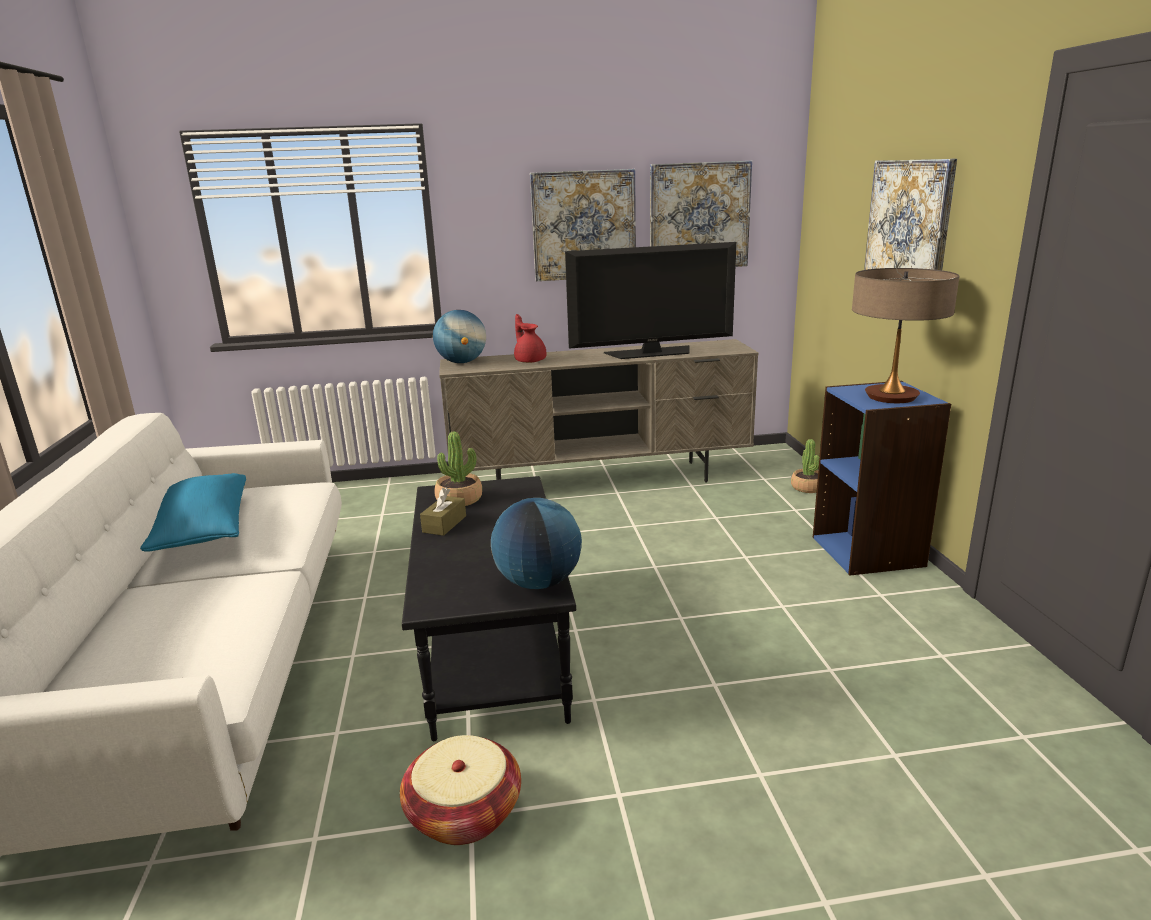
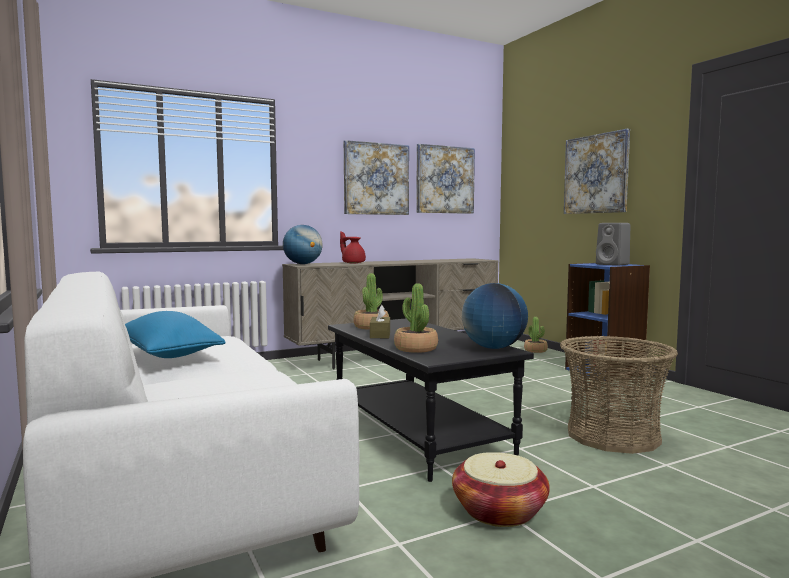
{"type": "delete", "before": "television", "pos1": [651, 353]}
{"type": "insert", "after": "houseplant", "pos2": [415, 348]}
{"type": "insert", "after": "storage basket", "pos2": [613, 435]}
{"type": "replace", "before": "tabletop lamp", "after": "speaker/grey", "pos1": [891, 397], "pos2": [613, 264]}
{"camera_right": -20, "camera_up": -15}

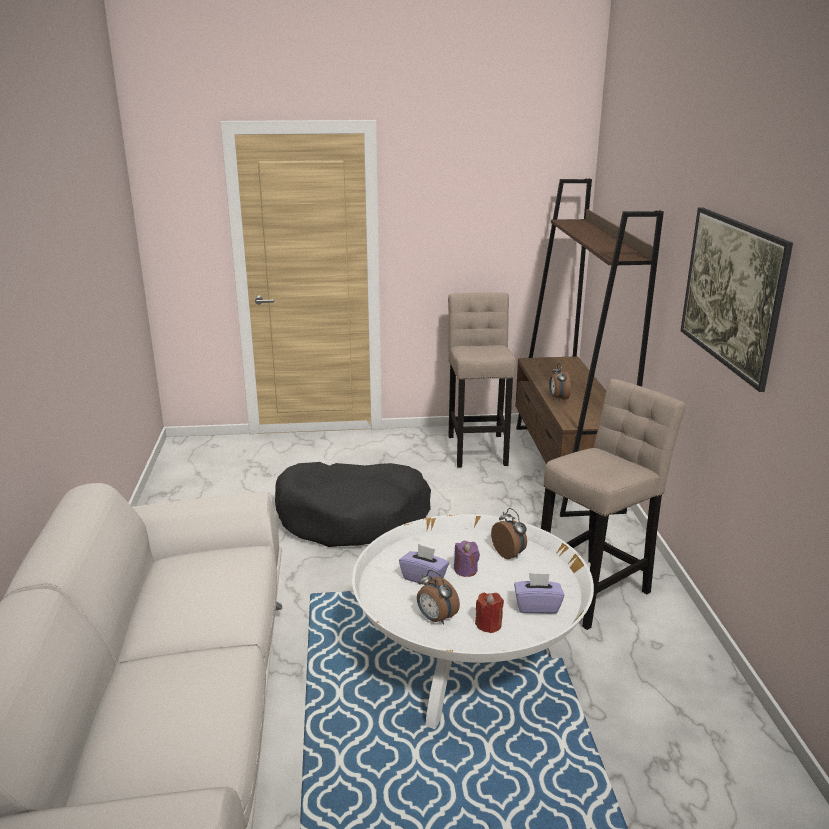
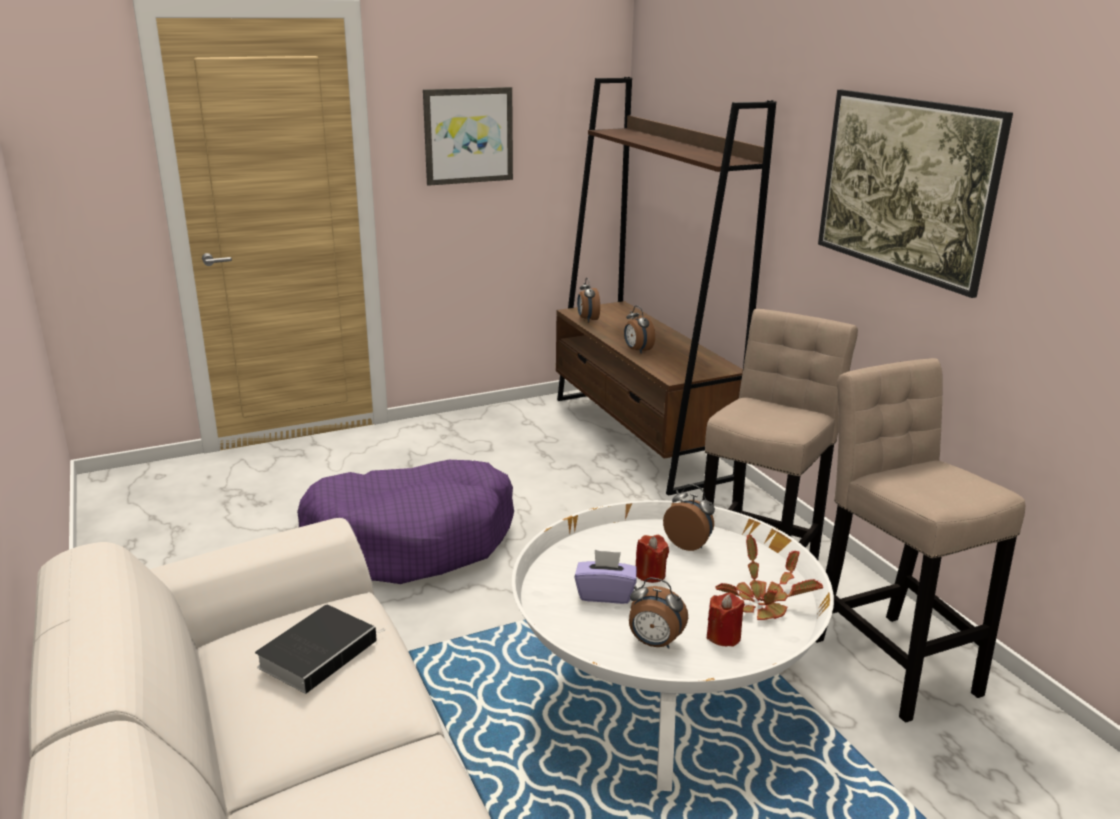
{"type": "insert", "after": "bound book", "pos2": [319, 651]}
{"type": "insert", "after": "wall picture", "pos2": [468, 135]}
{"type": "insert", "after": "table clock", "pos2": [587, 319]}
{"type": "move", "before": "stool/beige-coloured", "pos1": [478, 448], "pos2": [889, 659]}
{"type": "replace", "before": "tissue holder/purple", "after": "houseplant", "pos1": [537, 606], "pos2": [764, 601]}
{"type": "recolor", "before": "dog bed/blackish", "after": "dog bed/purple", "pos1": [353, 517], "pos2": [412, 540]}
{"type": "recolor", "before": "wax candle/purple", "after": "wax candle/reddish", "pos1": [465, 570], "pos2": [650, 574]}
{"camera_right": -20, "camera_up": 0}

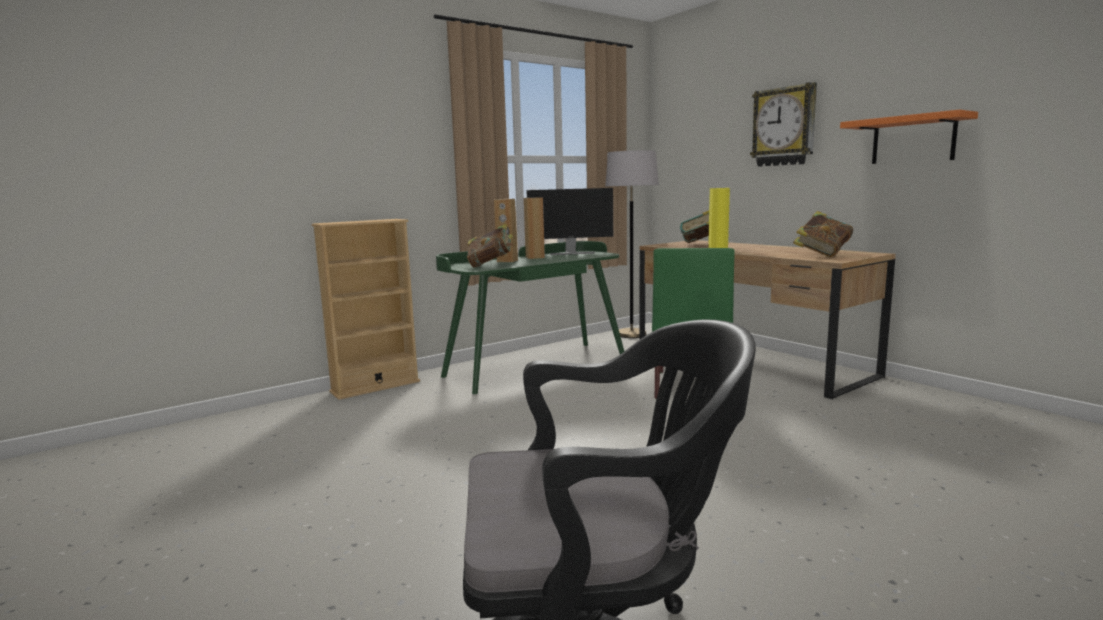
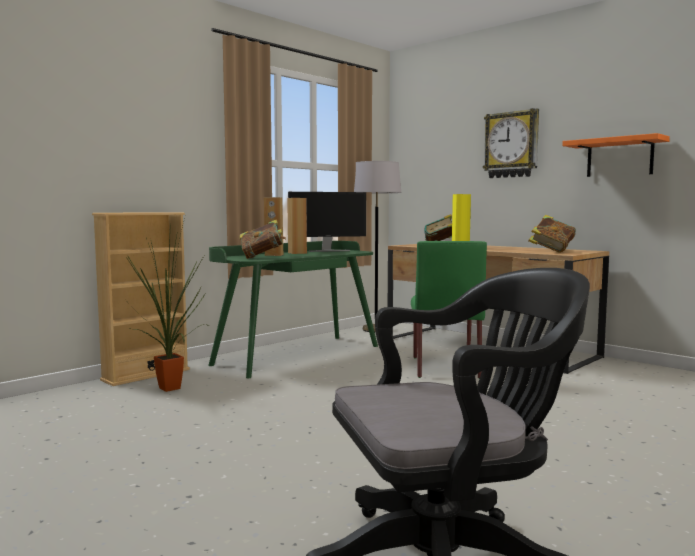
{"type": "insert", "after": "houseplant", "pos2": [170, 389]}
{"camera_right": -10, "camera_up": -5}

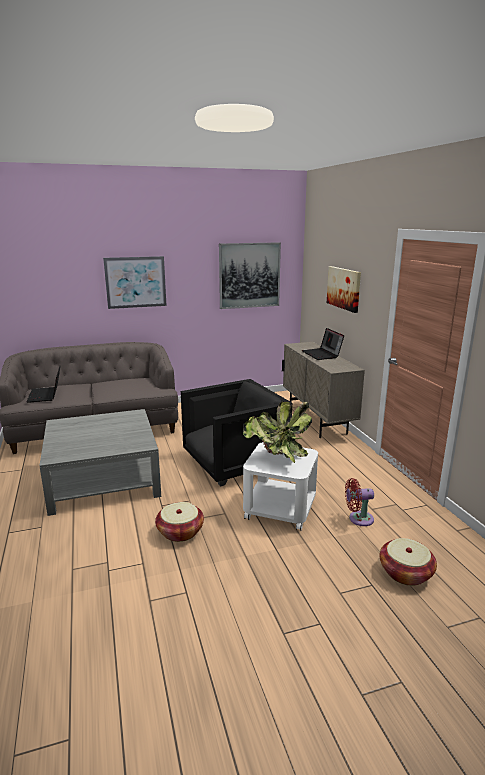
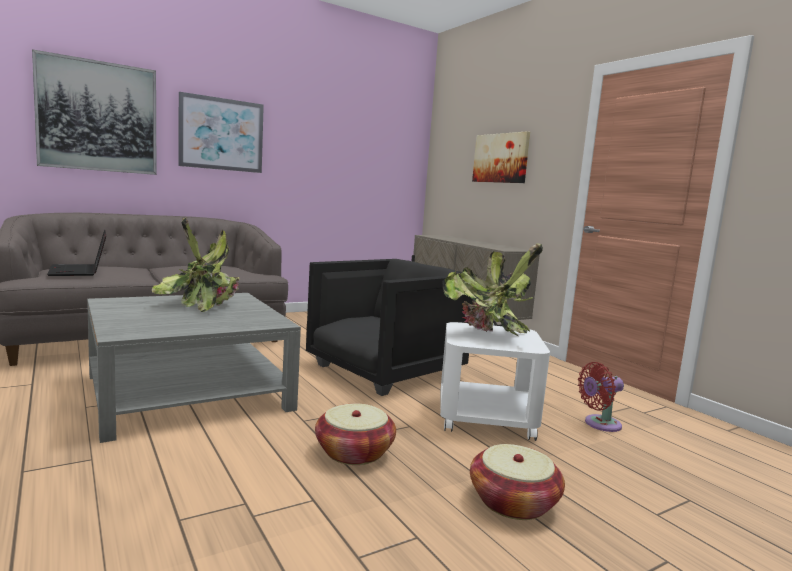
{"type": "delete", "before": "notebook computer", "pos1": [322, 354]}
{"type": "insert", "after": "houseplant", "pos2": [202, 305]}
{"type": "move", "before": "wall picture", "pos1": [249, 275], "pos2": [98, 116]}
{"type": "move", "before": "storage basket", "pos1": [405, 573], "pos2": [513, 502]}
{"camera_right": -15, "camera_up": -10}

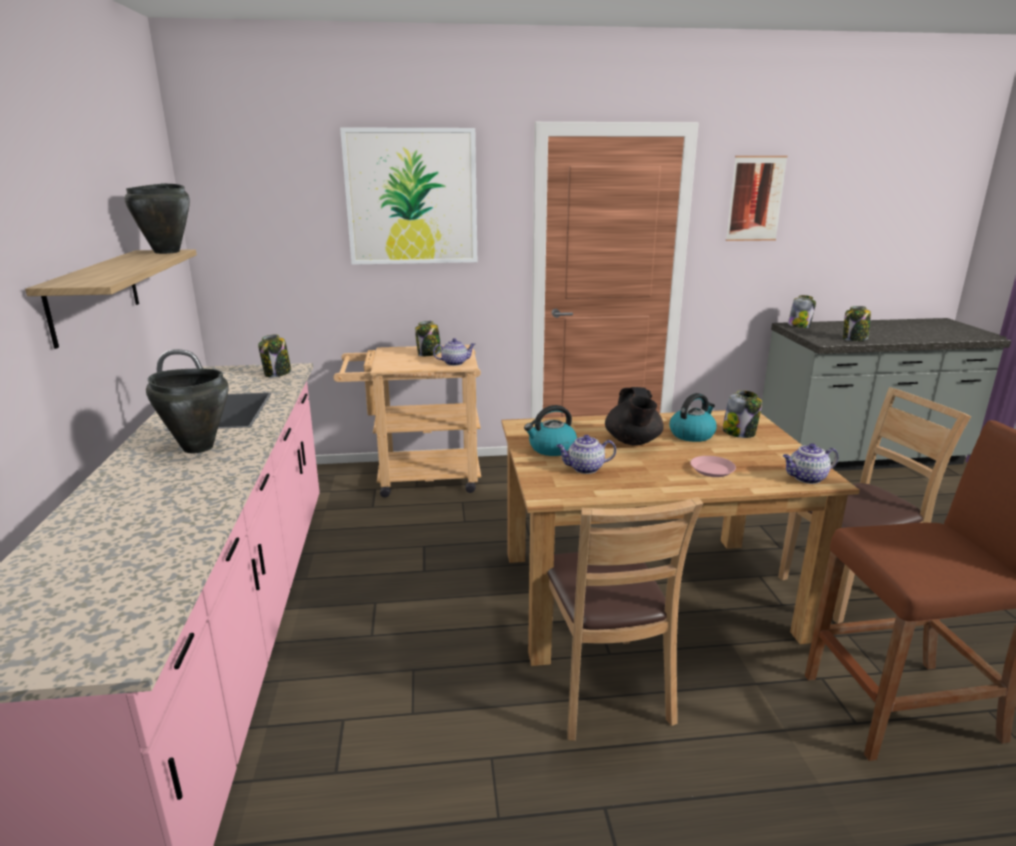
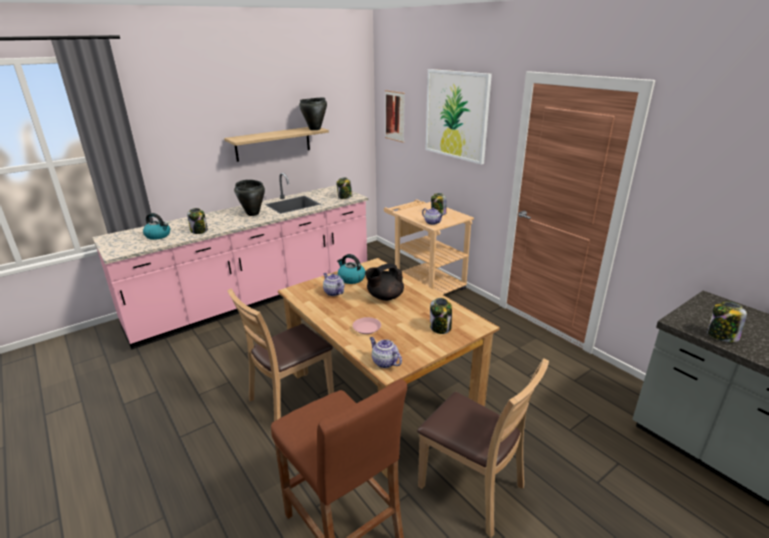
{"type": "move", "before": "tea kettle", "pos1": [692, 434], "pos2": [158, 235]}
{"type": "move", "before": "wall picture", "pos1": [755, 199], "pos2": [394, 116]}
{"type": "move", "before": "jar", "pos1": [799, 326], "pos2": [199, 231]}
{"camera_right": 60, "camera_up": 5}

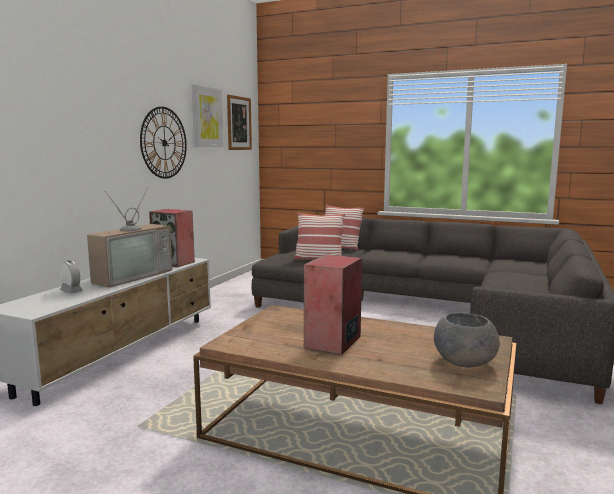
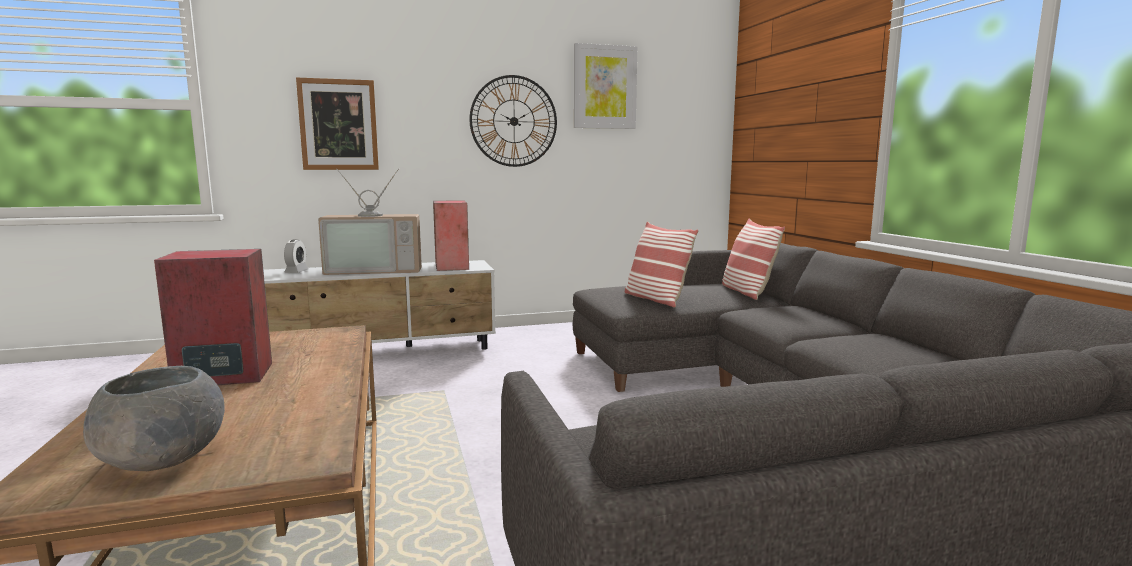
{"type": "move", "before": "wall picture", "pos1": [239, 123], "pos2": [338, 125]}
{"camera_right": 50, "camera_up": 0}

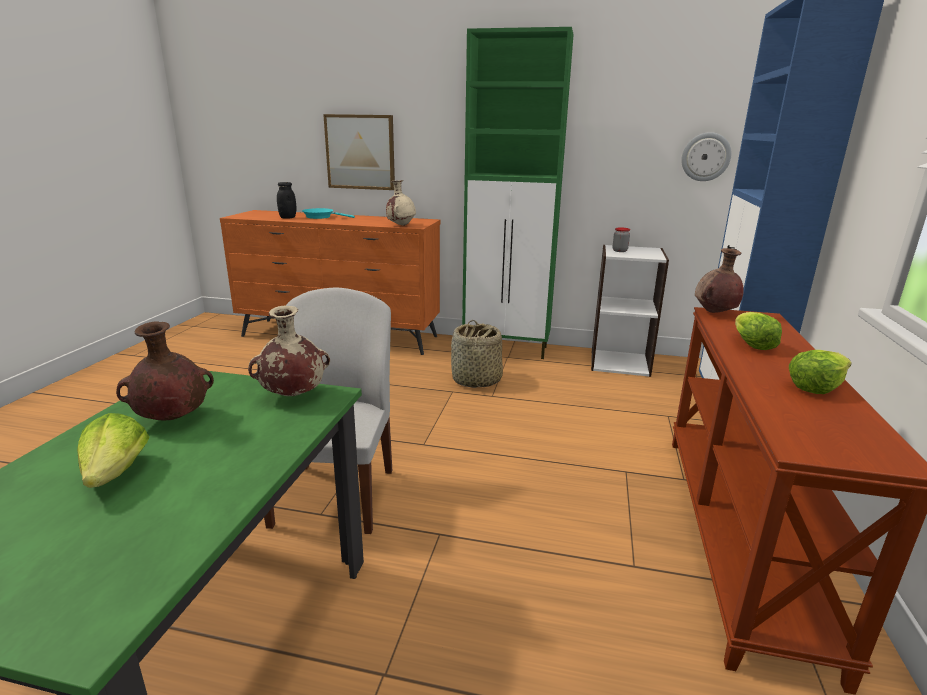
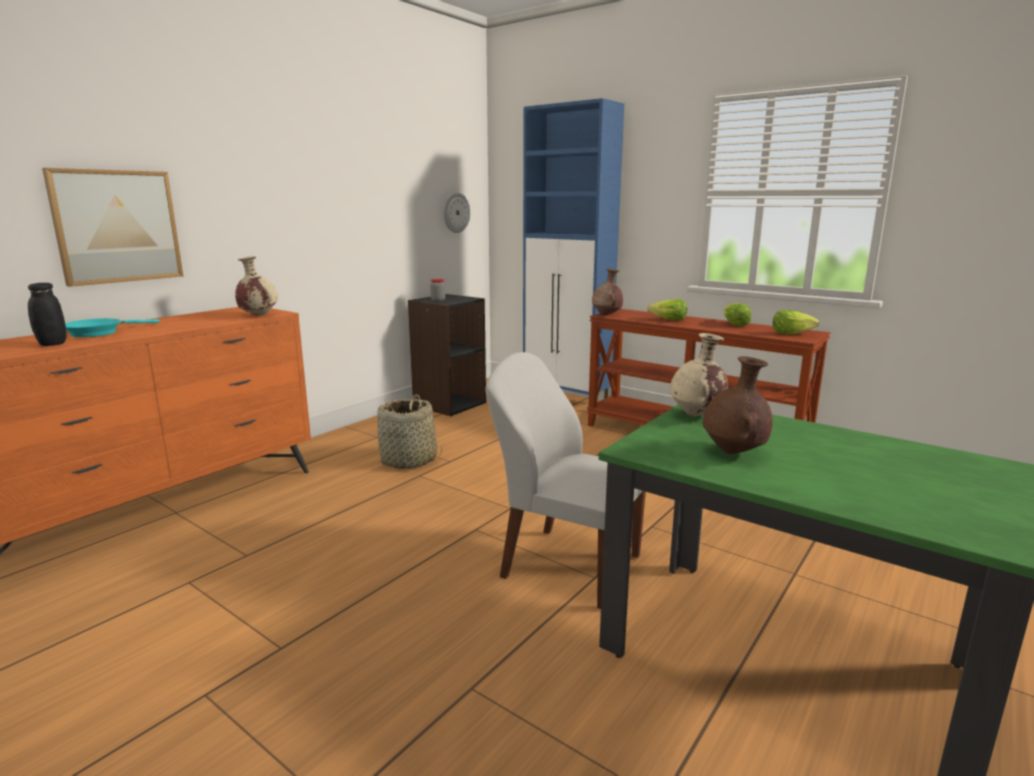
{"type": "delete", "before": "storage cabinet/greenish", "pos1": [507, 349]}
{"type": "move", "before": "head of lettuce", "pos1": [116, 473], "pos2": [791, 334]}
{"type": "recolor", "before": "shelving unit/whitish", "after": "shelving unit/blackish", "pos1": [619, 362], "pos2": [449, 404]}
{"camera_right": -65, "camera_up": -5}

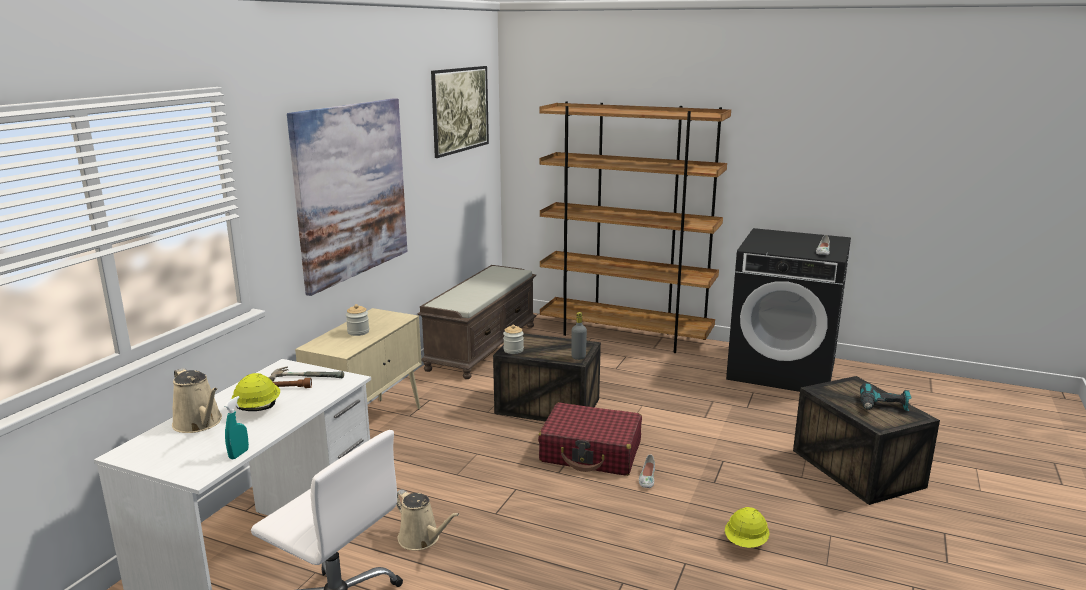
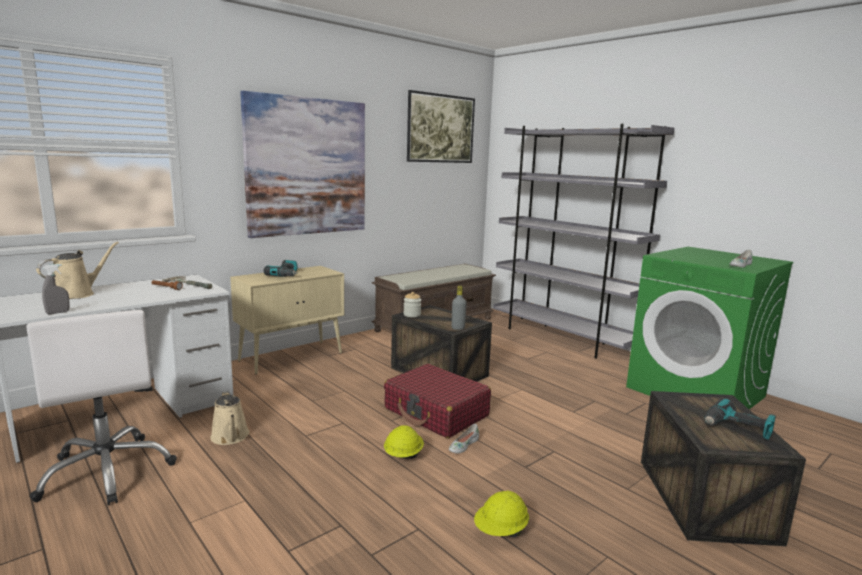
{"type": "move", "before": "safety helmet/yellow-coloured", "pos1": [257, 408], "pos2": [403, 455]}
{"type": "replace", "before": "jar", "after": "electric drill", "pos1": [358, 332], "pos2": [286, 275]}
{"type": "recolor", "before": "sprayer/turquoise-coloured", "after": "sprayer/grey", "pos1": [239, 454], "pos2": [58, 312]}
{"type": "recolor", "before": "shelving unit/brown-coloured", "after": "shelving unit/grey", "pos1": [625, 335], "pos2": [562, 338]}
{"type": "recolor", "before": "washing machine/blackish", "after": "washing machine/greenish", "pos1": [782, 370], "pos2": [696, 392]}
{"type": "rotate", "before": "sprinkling can/beige-coloured", "pos1": [199, 423], "pos2": [76, 294], "turn": -135}
{"camera_right": 25, "camera_up": -5}

